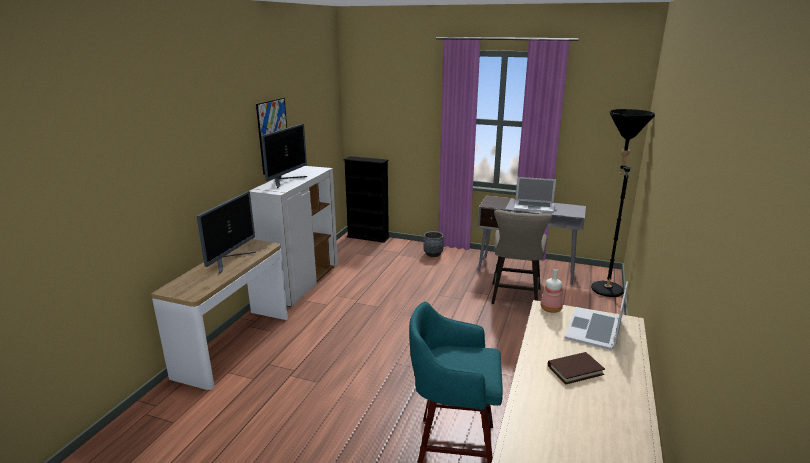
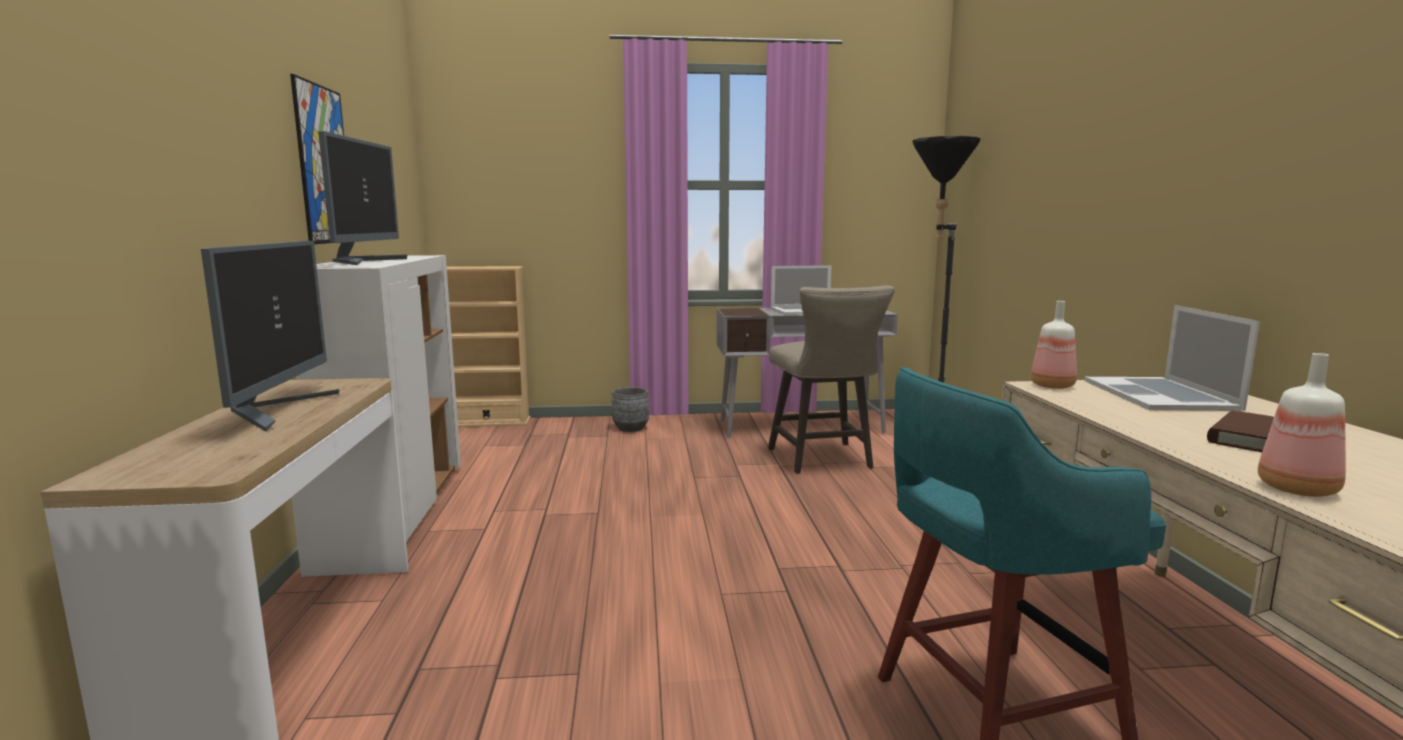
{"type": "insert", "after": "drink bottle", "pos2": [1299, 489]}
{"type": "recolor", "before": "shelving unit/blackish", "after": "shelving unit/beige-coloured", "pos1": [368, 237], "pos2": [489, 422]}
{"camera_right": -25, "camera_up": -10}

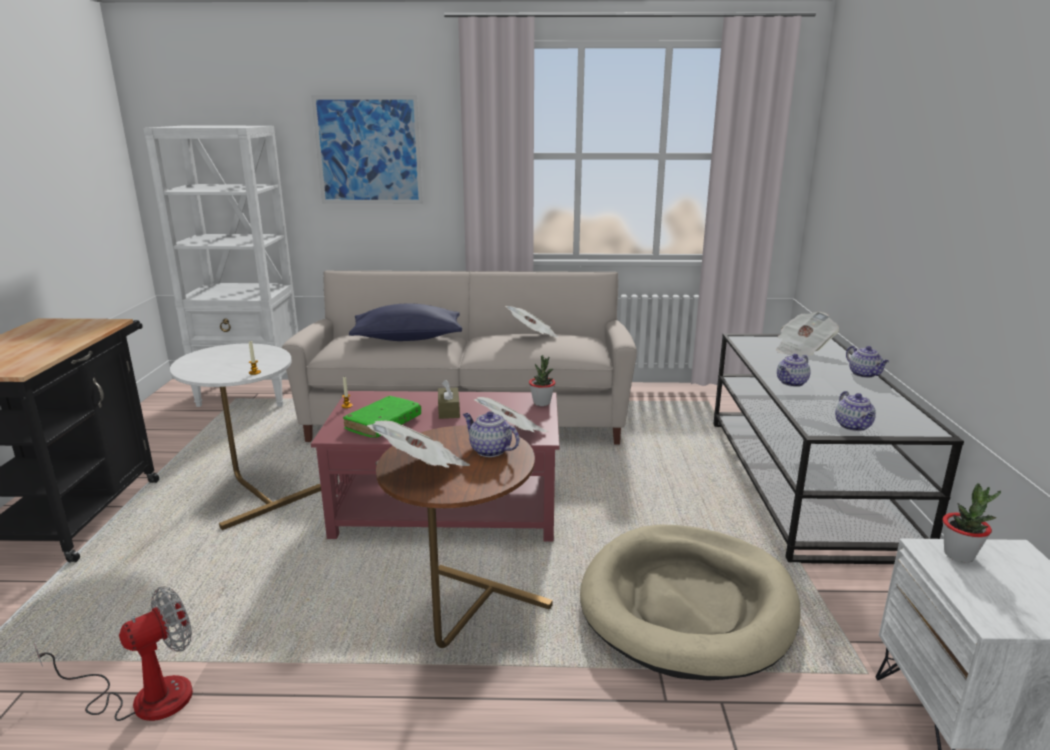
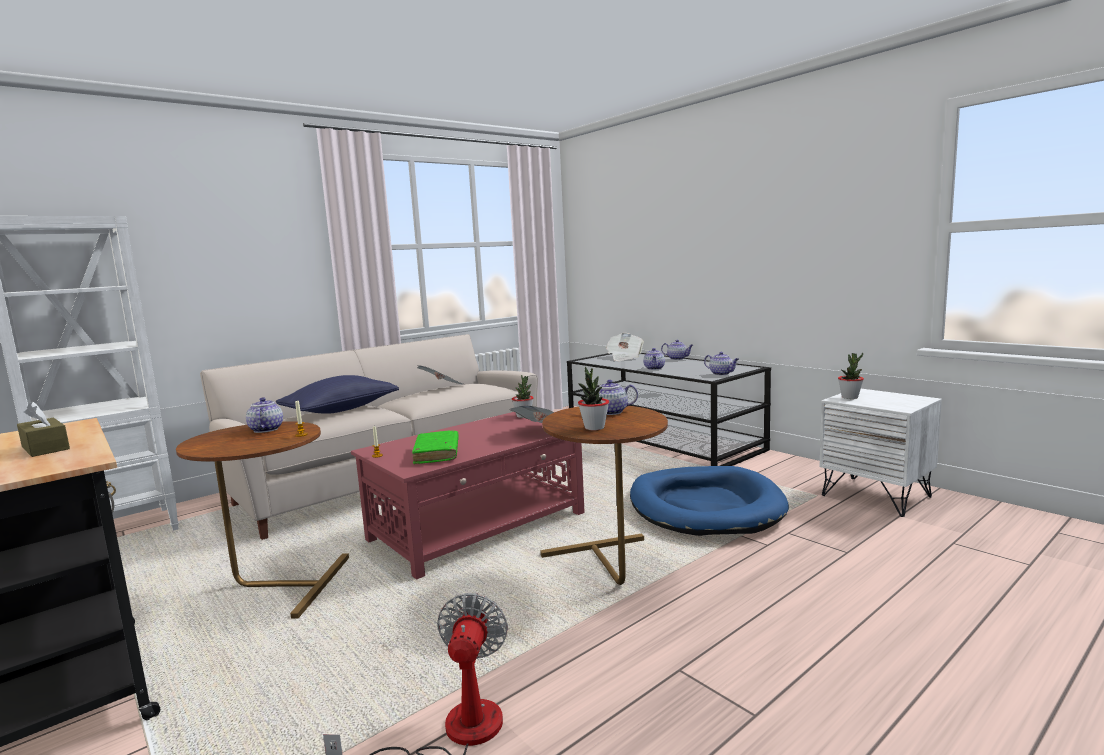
{"type": "delete", "before": "wall picture", "pos1": [368, 150]}
{"type": "insert", "after": "pot for tea", "pos2": [266, 429]}
{"type": "move", "before": "tissue holder/brown-coloured", "pos1": [449, 410], "pos2": [45, 448]}
{"type": "replace", "before": "daily paper", "after": "houseplant", "pos1": [421, 467], "pos2": [594, 427]}
{"type": "recolor", "before": "side table/whitish", "after": "side table/brown-coloured", "pos1": [253, 491], "pos2": [275, 586]}
{"type": "recolor", "before": "dog bed/beige-coloured", "after": "dog bed/blue", "pos1": [687, 604], "pos2": [705, 506]}
{"camera_right": -40, "camera_up": -10}

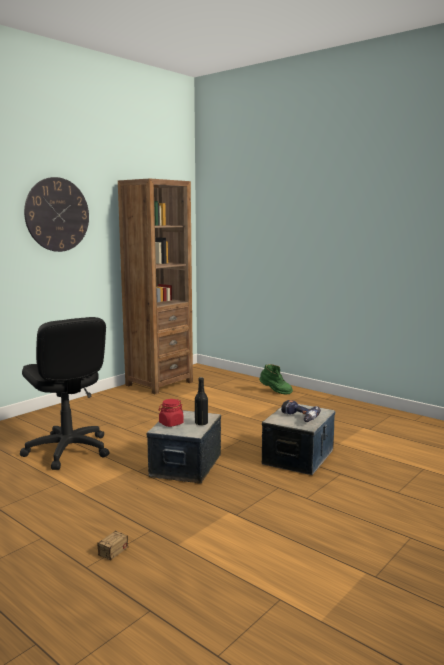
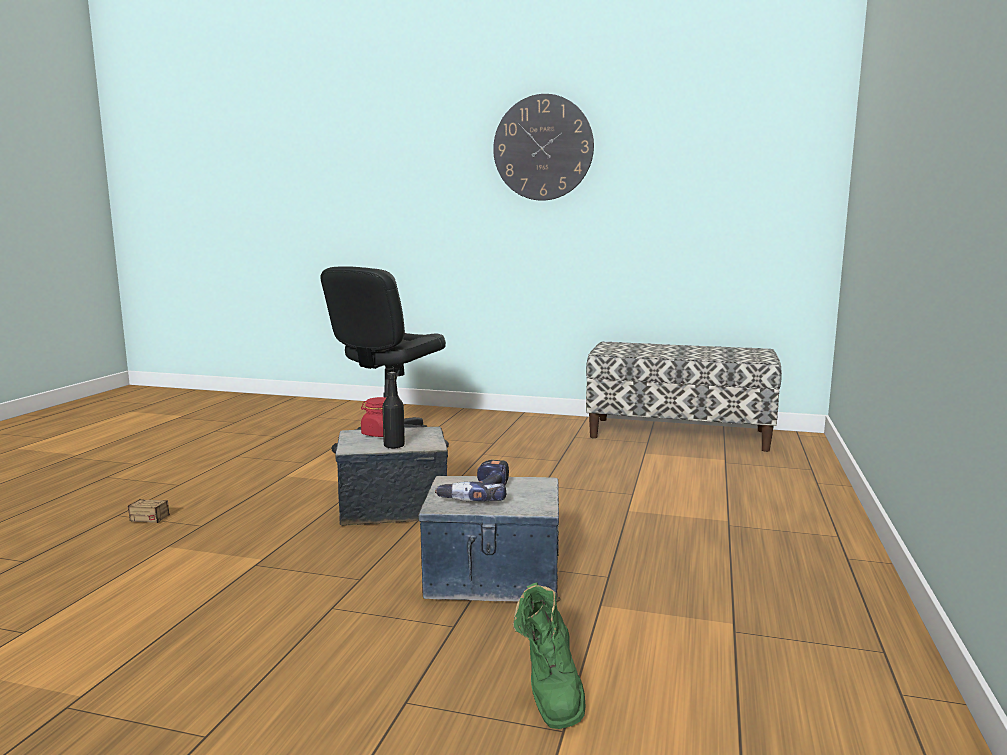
{"type": "move", "before": "tall boot/greenish", "pos1": [275, 392], "pos2": [551, 692]}
{"type": "replace", "before": "shelving unit/brown-coloured", "after": "long seat", "pos1": [159, 383], "pos2": [679, 434]}
{"camera_right": 65, "camera_up": 0}

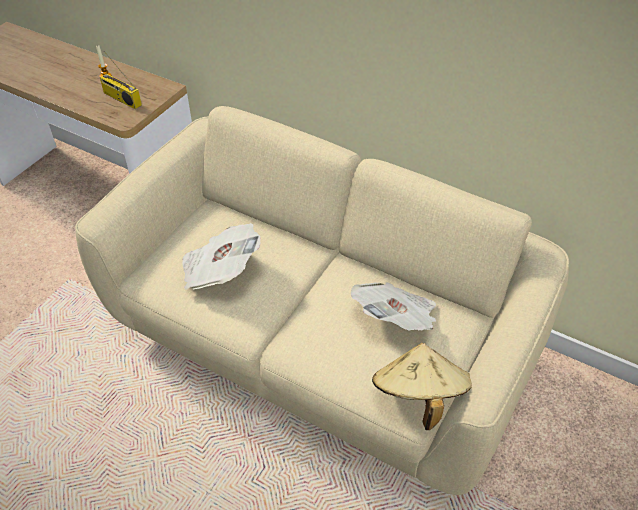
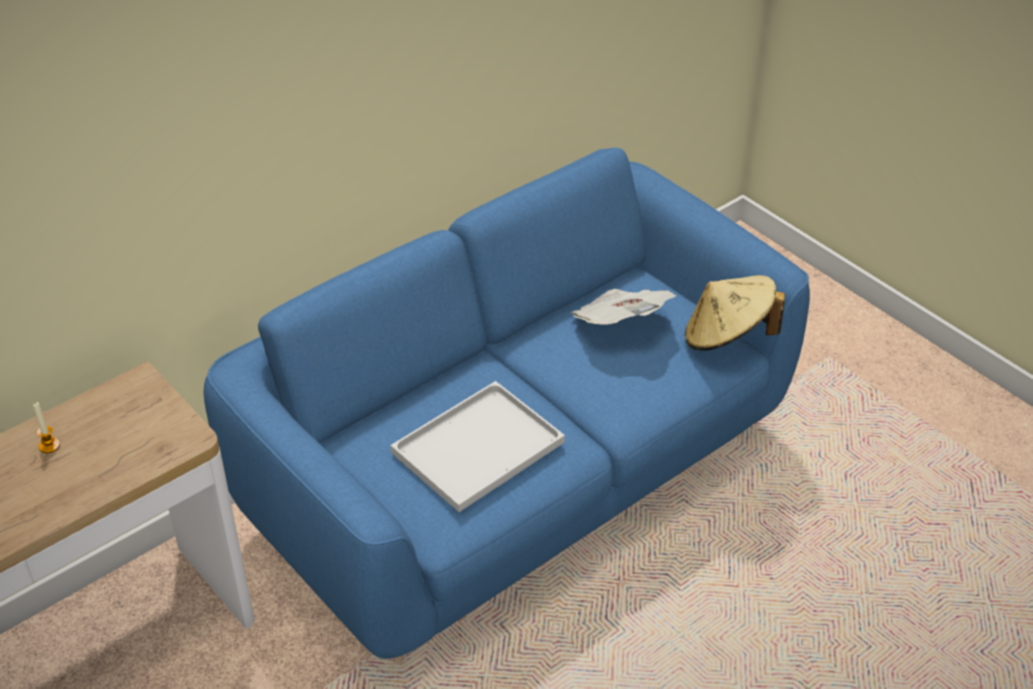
{"type": "delete", "before": "radio receiver", "pos1": [121, 99]}
{"type": "replace", "before": "daily paper", "after": "serving tray/whitish", "pos1": [220, 271], "pos2": [476, 450]}
{"type": "recolor", "before": "settee/beige-coloured", "after": "settee/blue", "pos1": [319, 347], "pos2": [516, 480]}
{"camera_right": -70, "camera_up": -5}

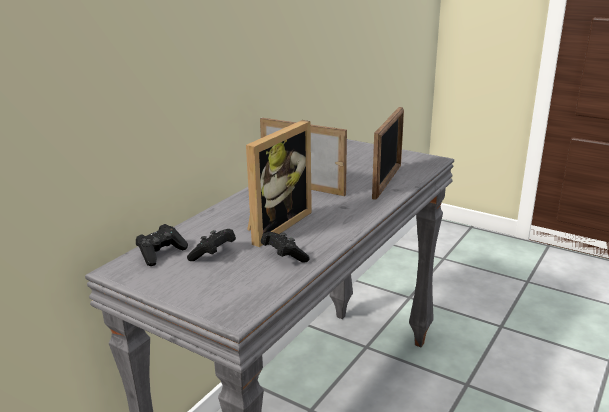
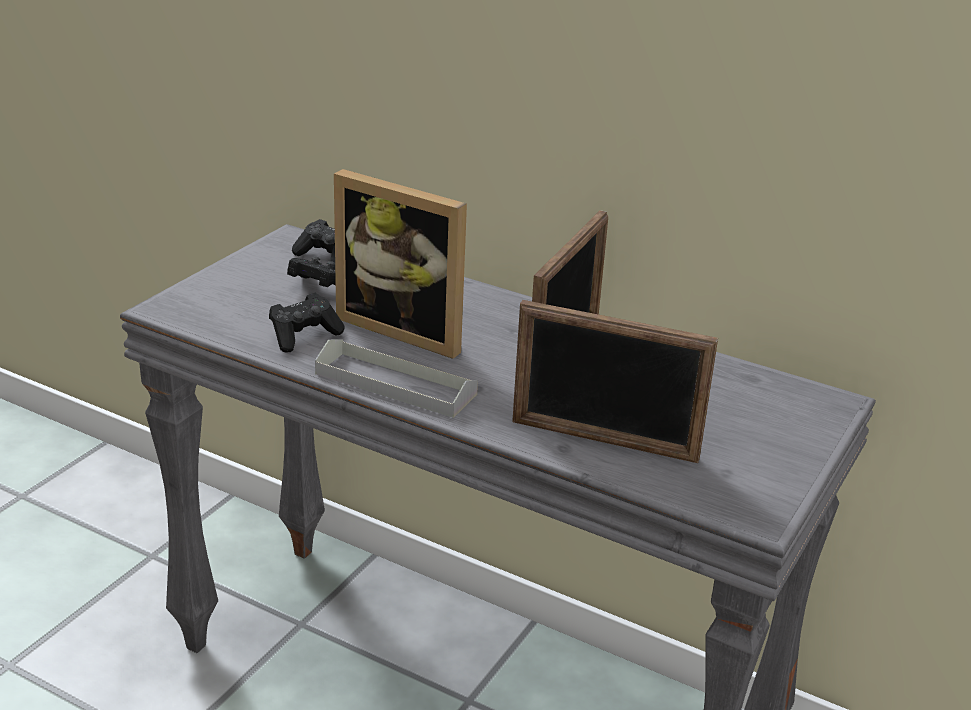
{"type": "insert", "after": "serving tray/grey", "pos2": [395, 384]}
{"camera_right": 85, "camera_up": 5}

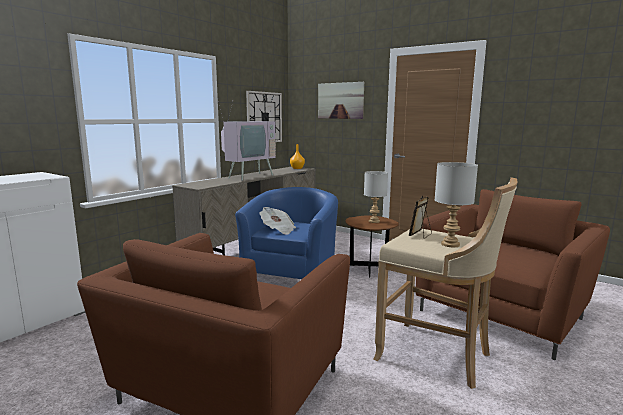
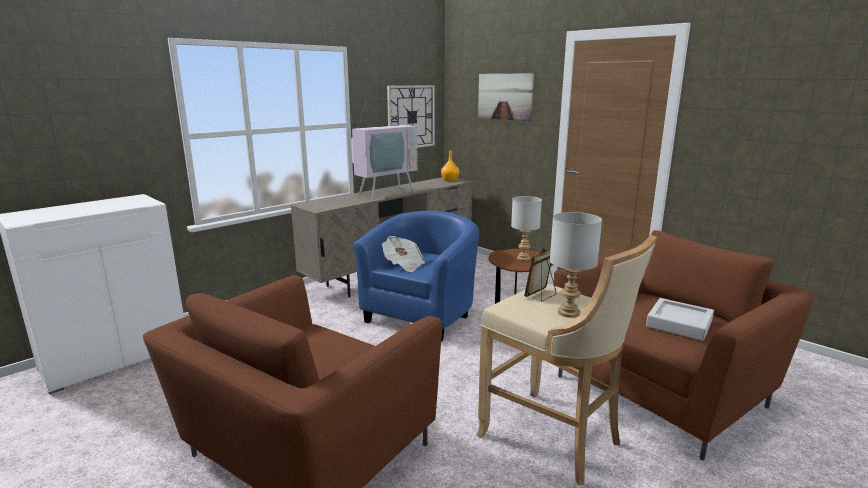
{"type": "insert", "after": "serving tray/grey", "pos2": [679, 324]}
{"camera_right": 10, "camera_up": 5}

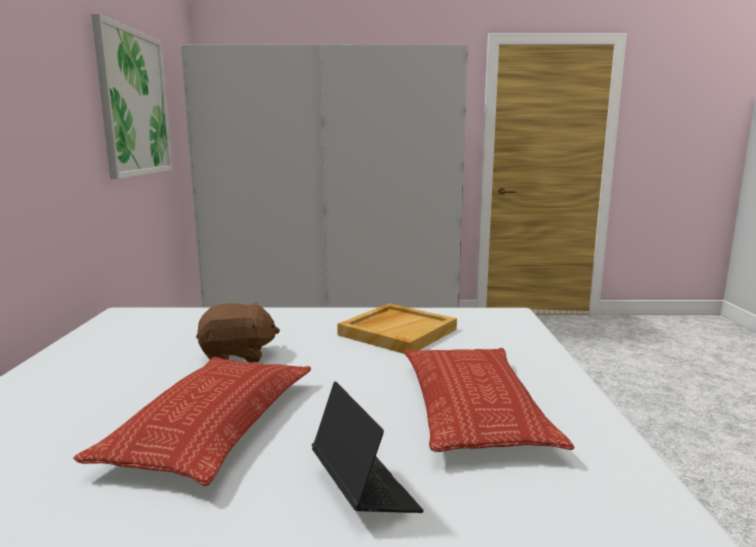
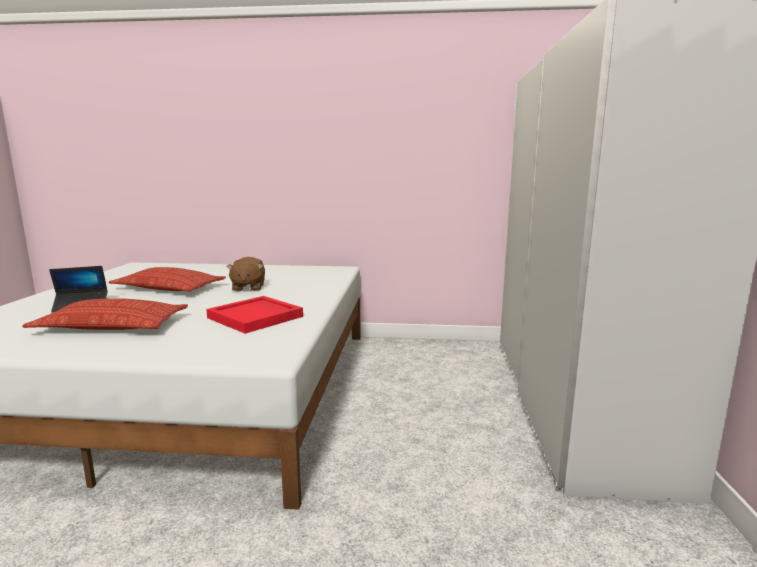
{"type": "delete", "before": "wall picture", "pos1": [134, 103]}
{"type": "recolor", "before": "serving tray/beige-coloured", "after": "serving tray/reddish", "pos1": [397, 332], "pos2": [256, 317]}
{"camera_right": 95, "camera_up": 0}

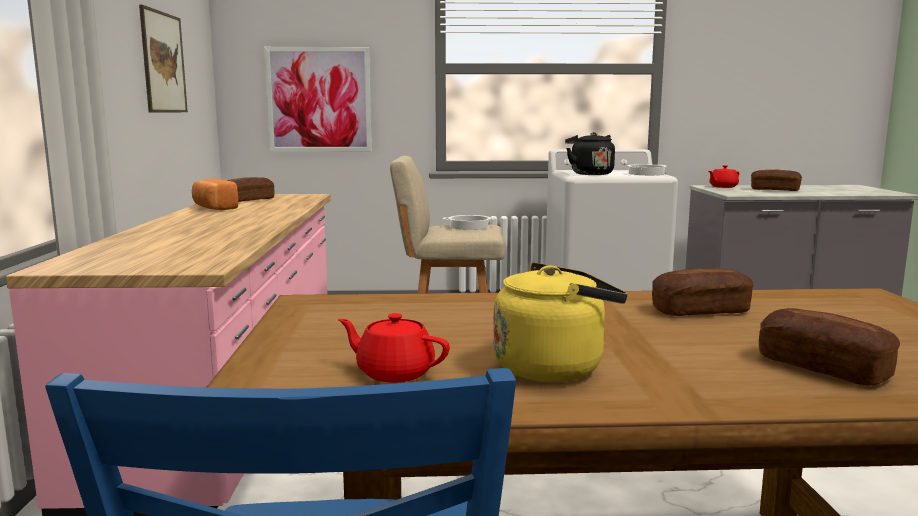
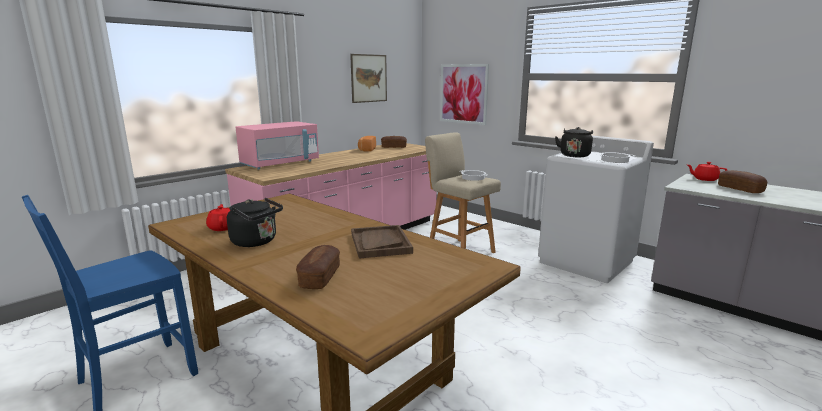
{"type": "insert", "after": "kitchen microwave/pinkish", "pos2": [280, 164]}
{"type": "replace", "before": "bread", "after": "serving tray/brown-coloured", "pos1": [700, 311], "pos2": [380, 243]}
{"type": "recolor", "before": "tea kettle/yellow-coloured", "after": "tea kettle/blackish", "pos1": [554, 367], "pos2": [256, 242]}
{"camera_right": 45, "camera_up": 5}

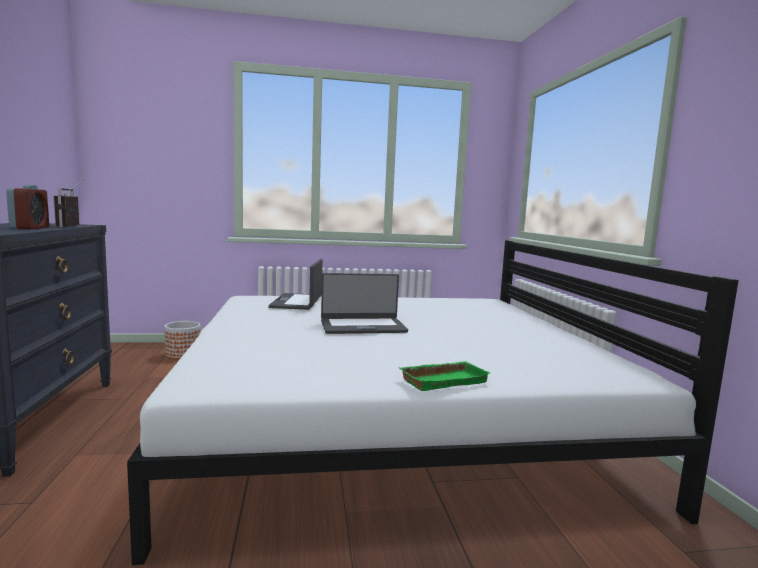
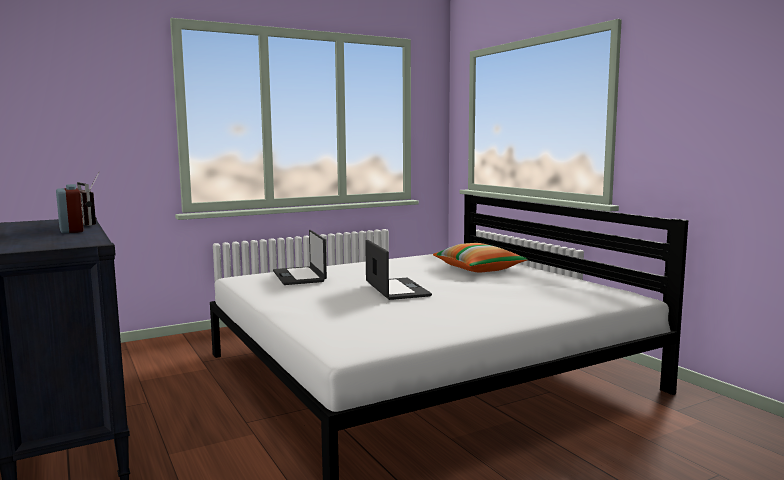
{"type": "delete", "before": "flower pot", "pos1": [183, 354]}
{"type": "delete", "before": "serving tray/greenish", "pos1": [443, 380]}
{"type": "insert", "after": "pillow", "pos2": [479, 269]}
{"type": "rotate", "before": "notebook computer", "pos1": [362, 326], "pos2": [396, 289], "turn": -75}
{"camera_right": -20, "camera_up": 0}

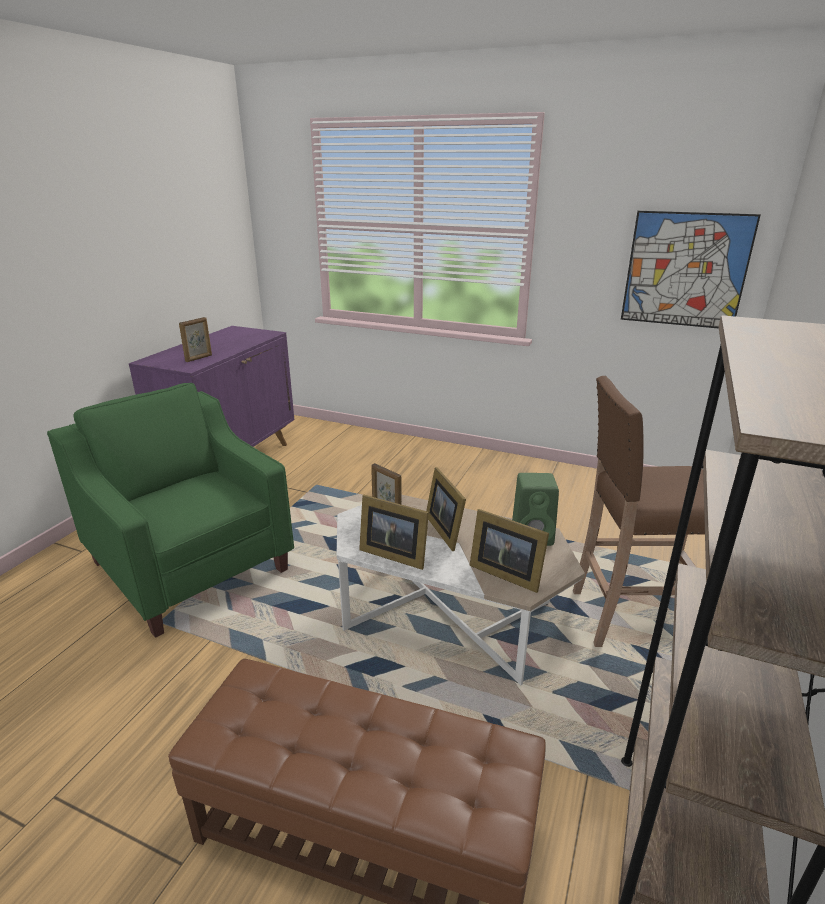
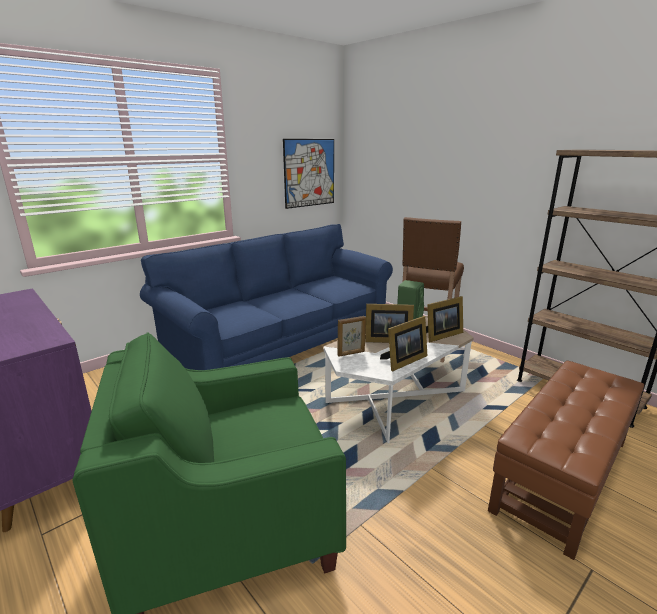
{"type": "delete", "before": "picture frame", "pos1": [199, 358]}
{"type": "insert", "after": "settee/blue", "pos2": [281, 344]}
{"camera_right": -65, "camera_up": -5}

